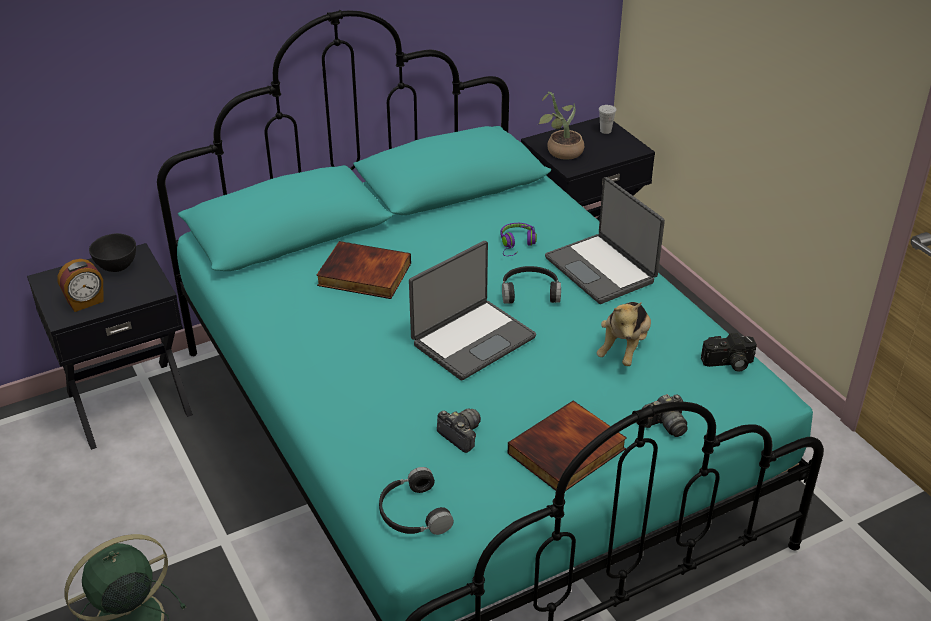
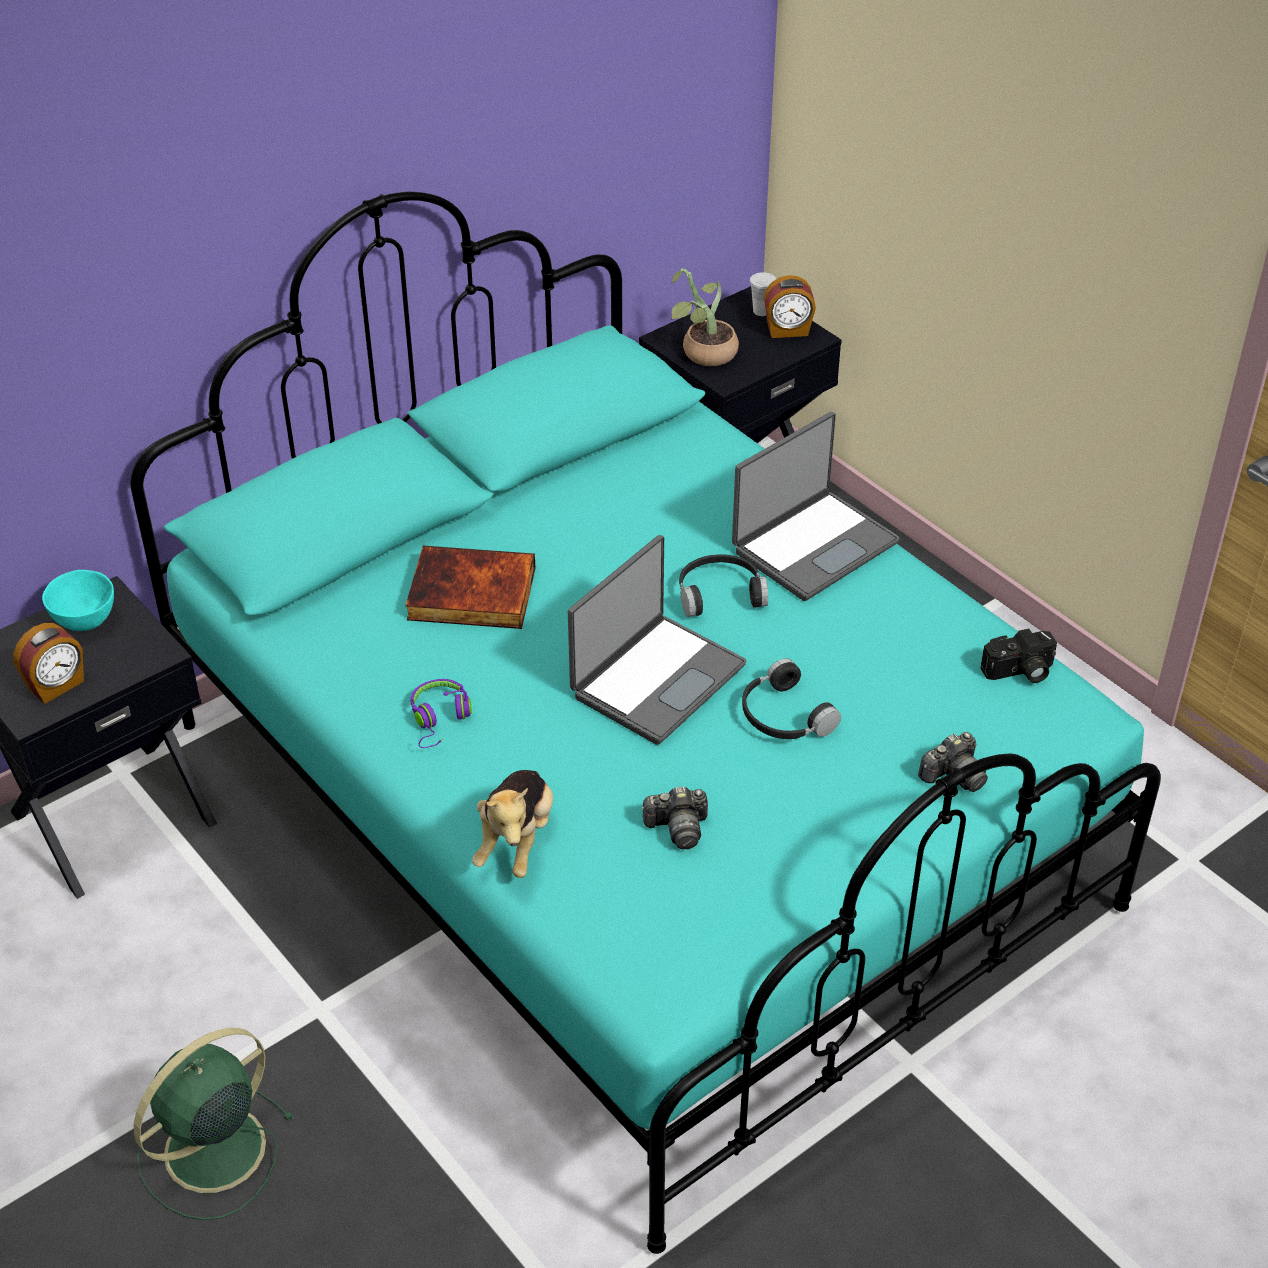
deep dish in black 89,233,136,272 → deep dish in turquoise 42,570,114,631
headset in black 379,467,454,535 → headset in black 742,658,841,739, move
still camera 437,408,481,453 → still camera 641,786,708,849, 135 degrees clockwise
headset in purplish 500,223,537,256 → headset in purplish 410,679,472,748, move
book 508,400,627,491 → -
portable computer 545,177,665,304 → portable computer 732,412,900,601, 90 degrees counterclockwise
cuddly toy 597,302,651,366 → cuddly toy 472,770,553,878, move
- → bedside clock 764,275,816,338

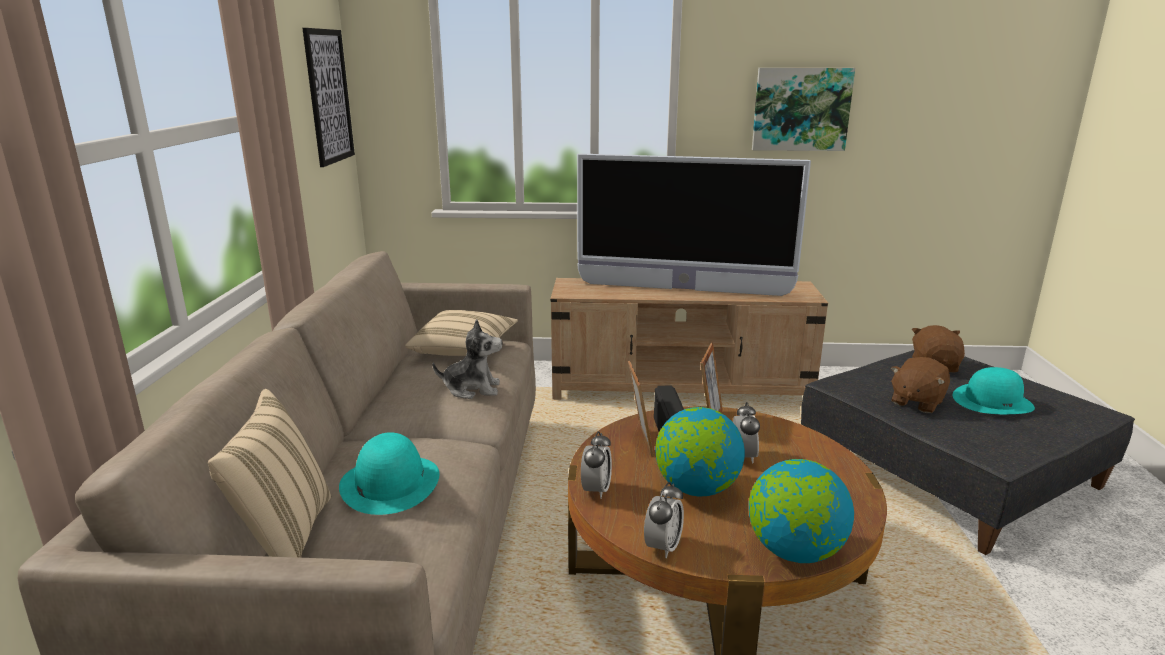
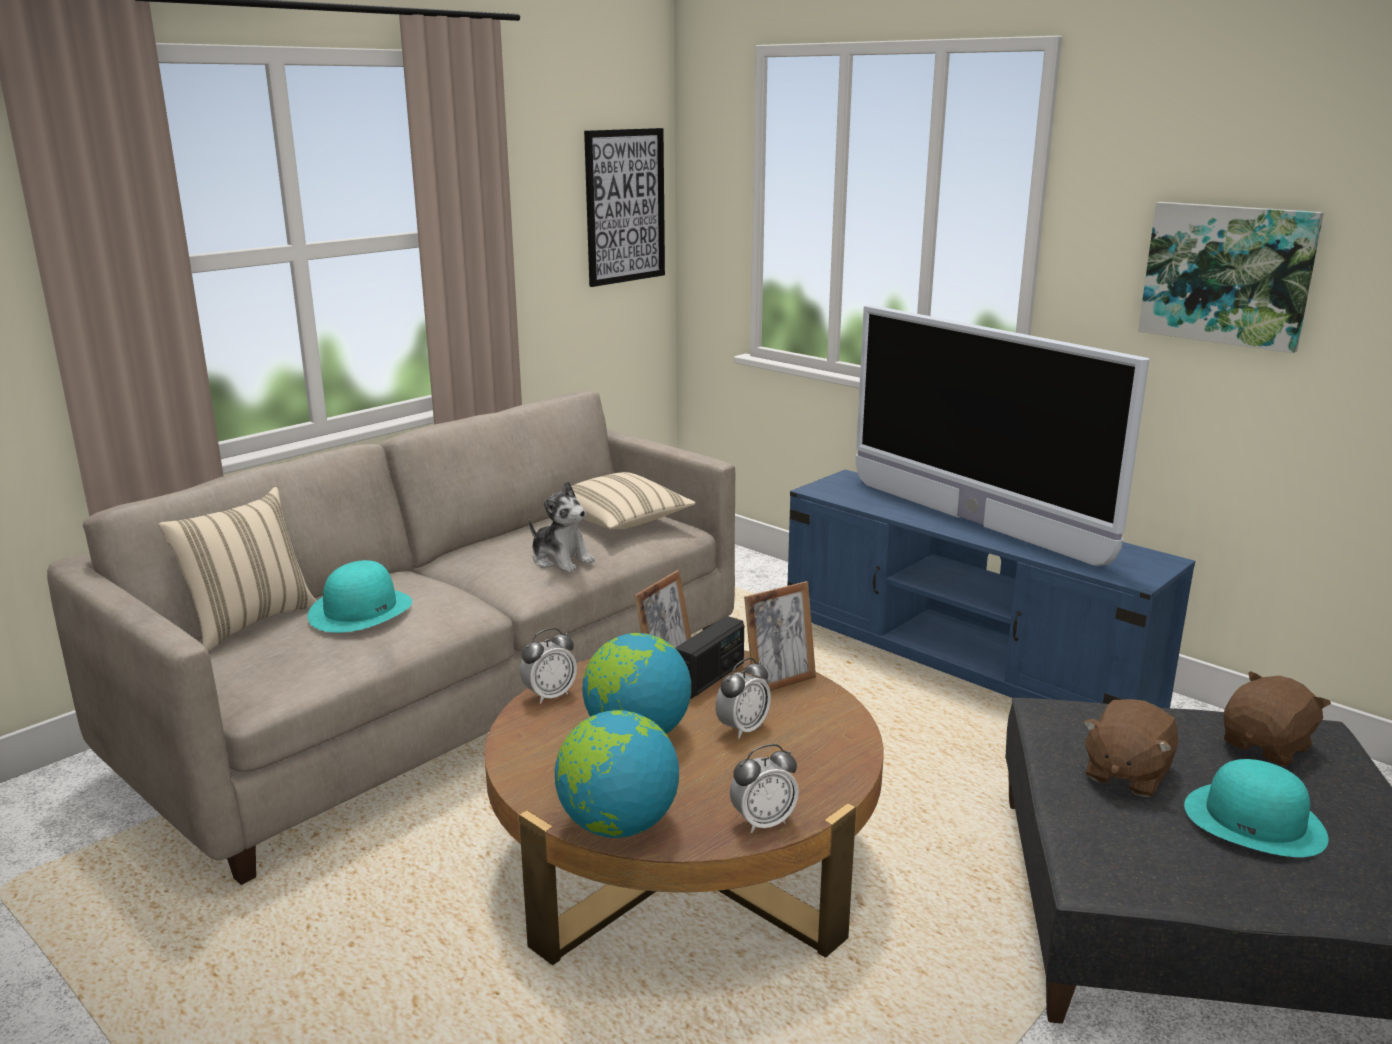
media console in beige 550,278,828,400 → media console in bluish 787,469,1195,708
bedside clock 644,482,684,558 → bedside clock 730,744,799,833, move
cuddly toy in brown-coloured 891,357,950,413 → cuddly toy in brown-coloured 1083,699,1178,797, 45 degrees counterclockwise

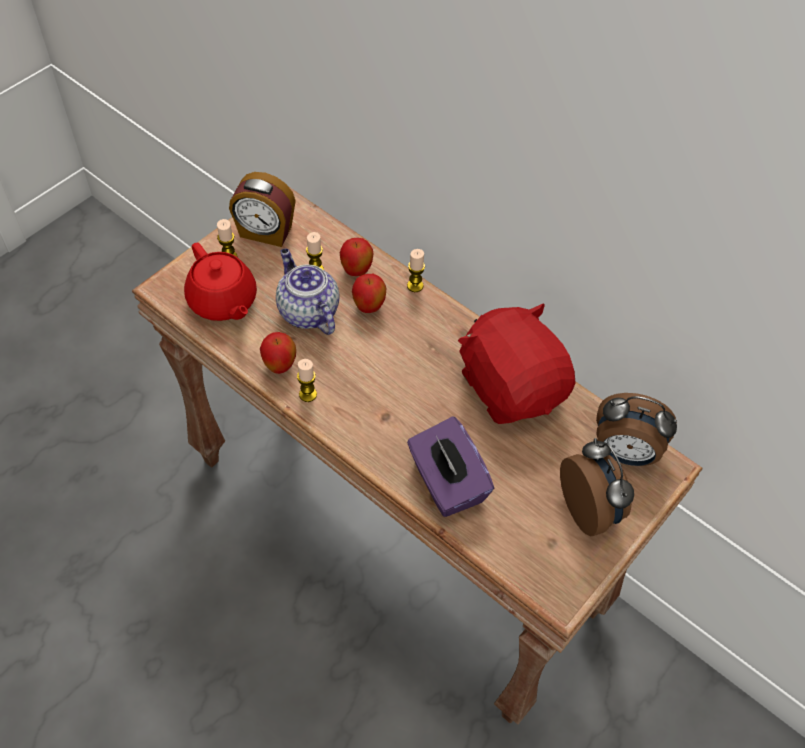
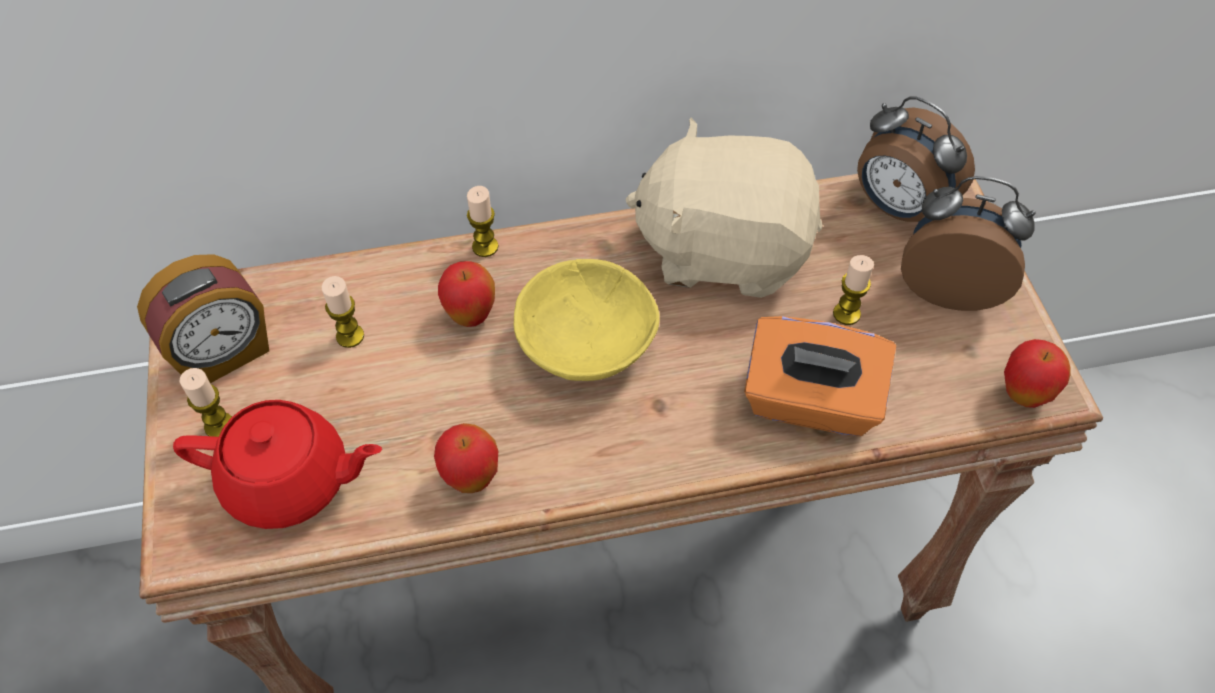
teapot 276,249,340,335 → -
wax candle 297,359,317,402 → wax candle 833,255,874,325, move
whole apple 340,238,373,276 → whole apple 1004,339,1070,408, move
tissue box in purplish 407,416,494,517 → tissue box in orangey 744,316,896,436
cuddly toy in red 458,303,575,424 → cuddly toy in beige 625,117,822,298
bedside clock 596,393,677,466 → bedside clock 857,96,975,222, 75 degrees clockwise
- → deep dish in yellow 514,259,660,381

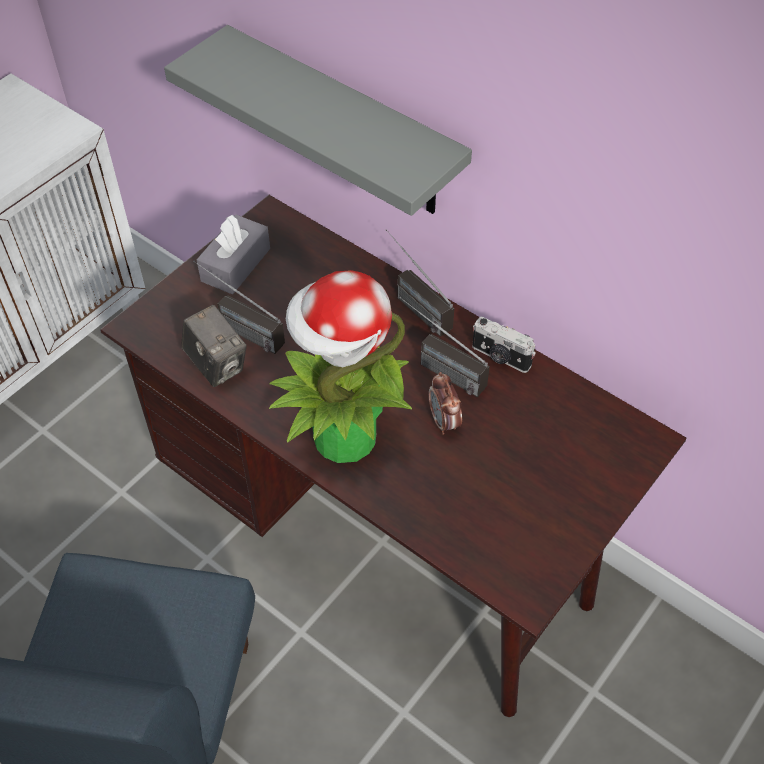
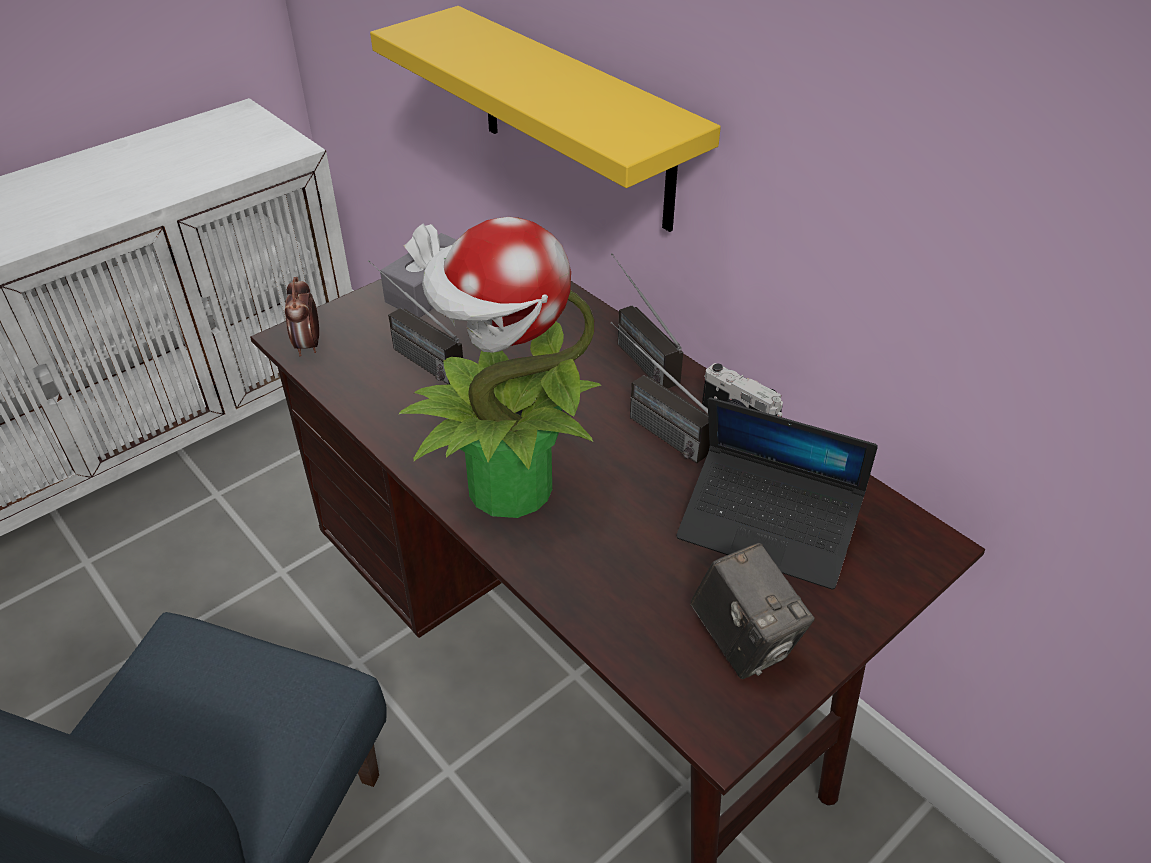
wall shelf in greyish 164,25,472,216 → wall shelf in yellow 370,6,721,232
still camera 181,305,247,387 → still camera 691,543,815,679, move
bedside clock 428,372,462,435 → bedside clock 285,277,319,356, move
- → portable computer 677,397,878,589

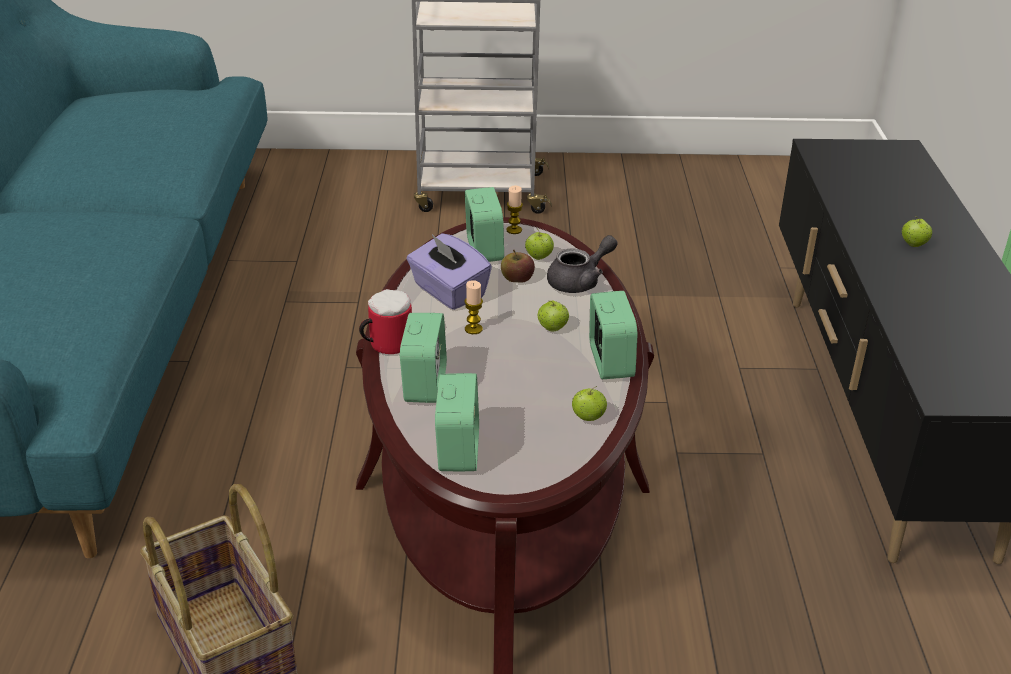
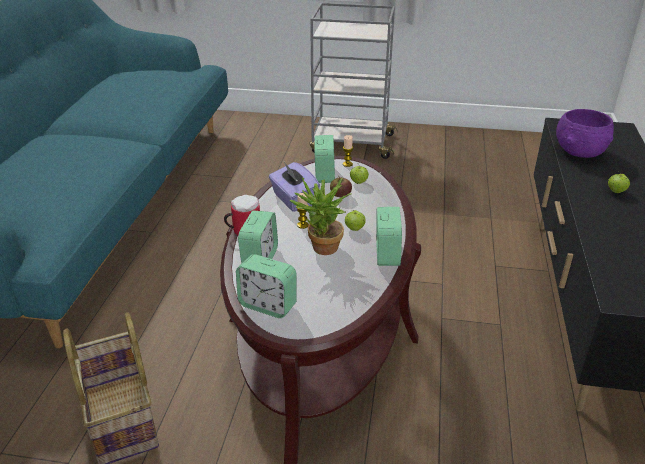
bedside clock 435,373,479,472 → bedside clock 236,254,297,318, 105 degrees clockwise
teapot in greyish 547,235,617,293 → -
whole apple 572,386,607,421 → -
- → houseplant 290,177,351,255
- → deep dish in purplish 556,109,614,158

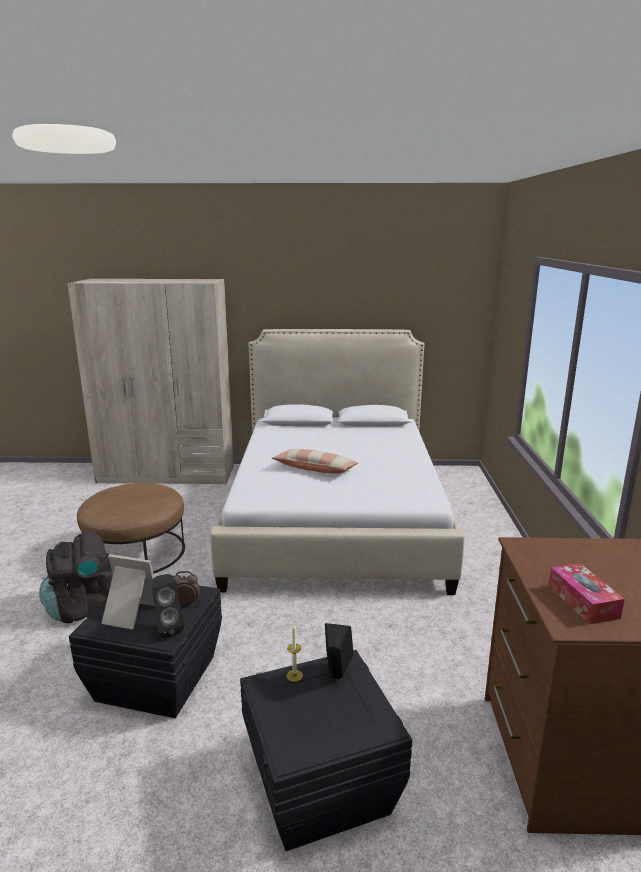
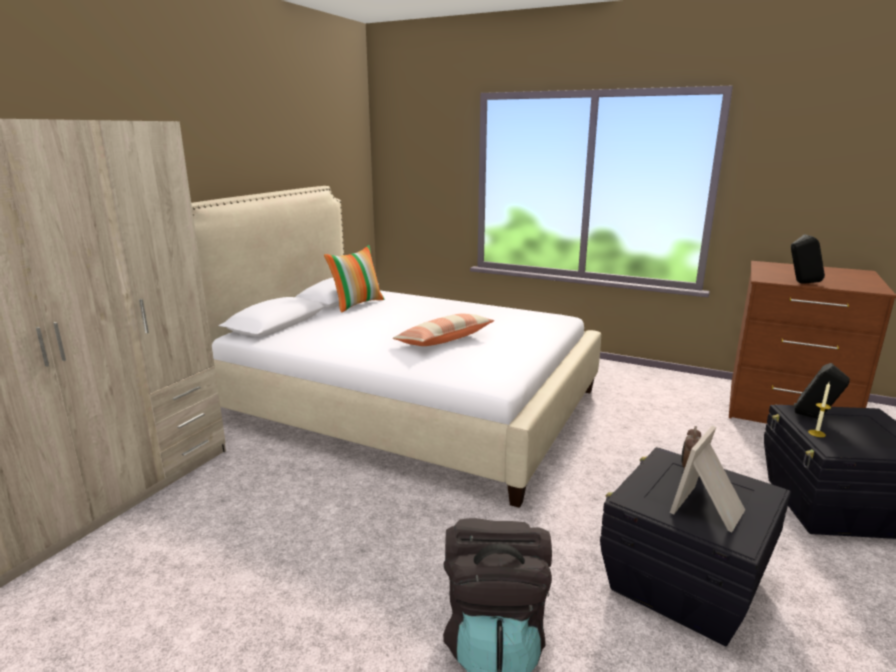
pouffe in brown-coloured 77,483,185,574 → -
speaker in black 151,574,184,638 → speaker in black 791,234,825,284, move
tissue box 549,563,625,625 → -
- → throw pillow 324,245,385,313

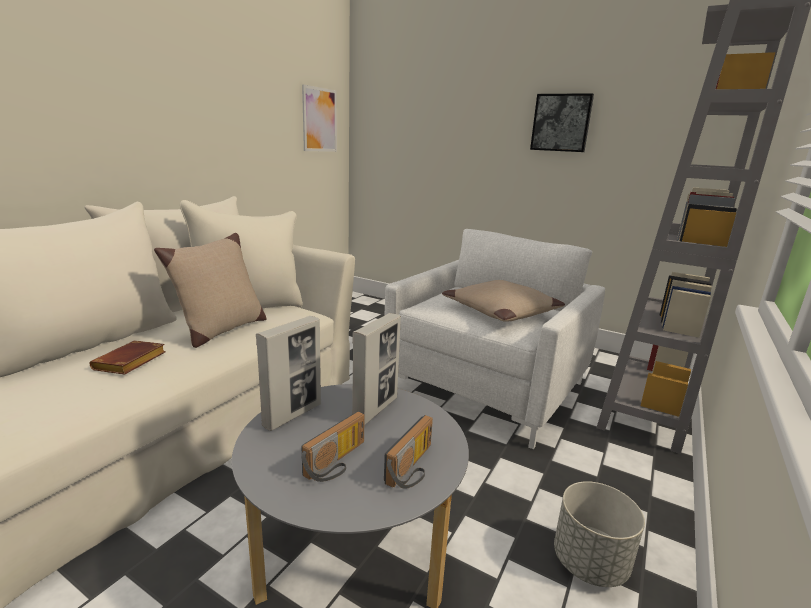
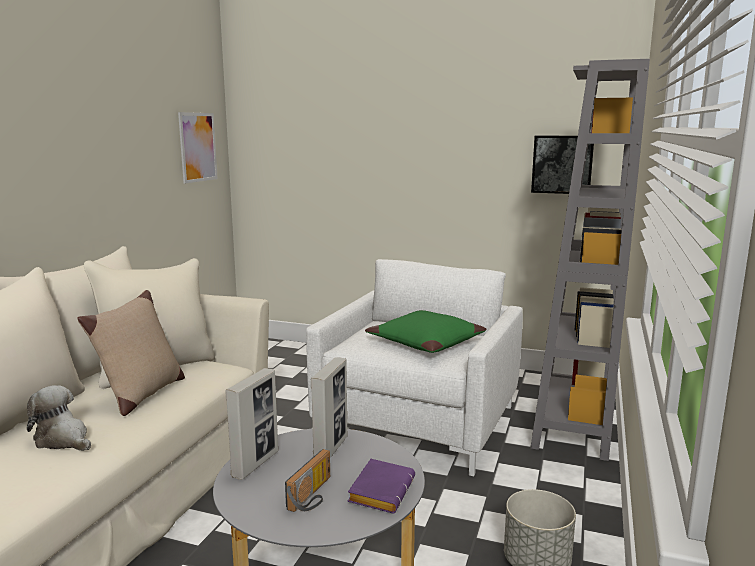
book in brown-coloured 90,340,166,375 → cuddly toy 27,385,91,451
radio set 384,415,433,489 → book in purplish 347,459,415,513
throw pillow in beige 442,280,565,321 → throw pillow in green 365,310,486,353
picture 530,93,594,152 → picture 531,136,594,194, move

